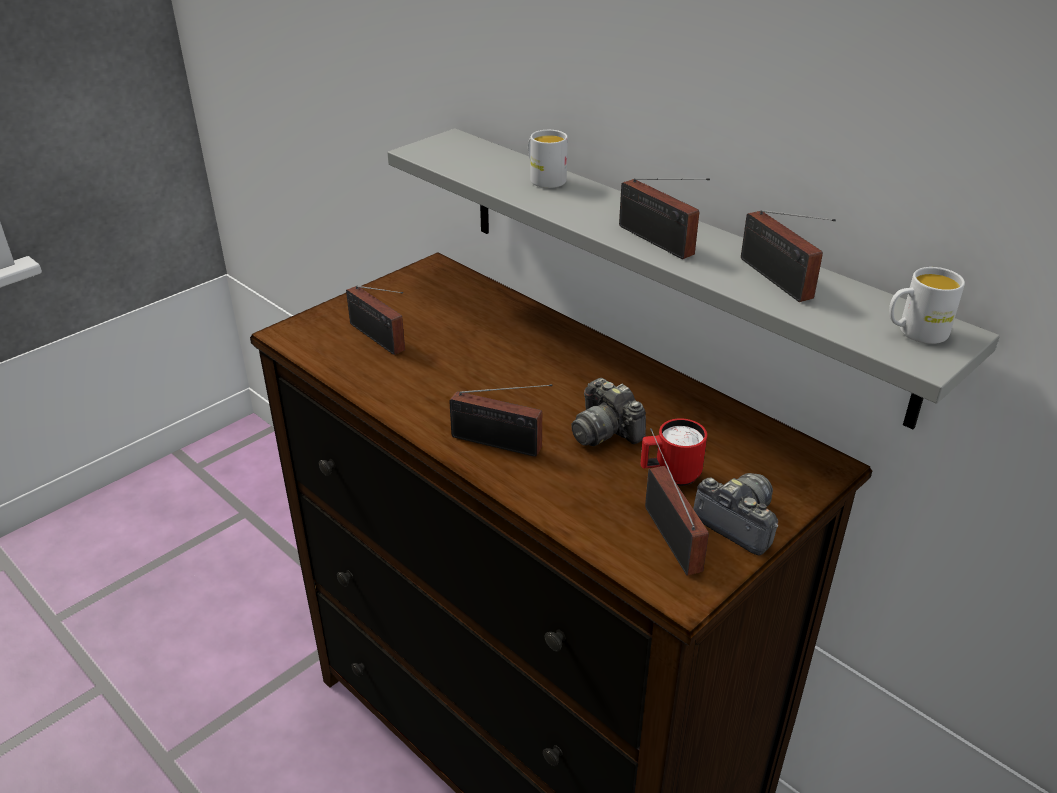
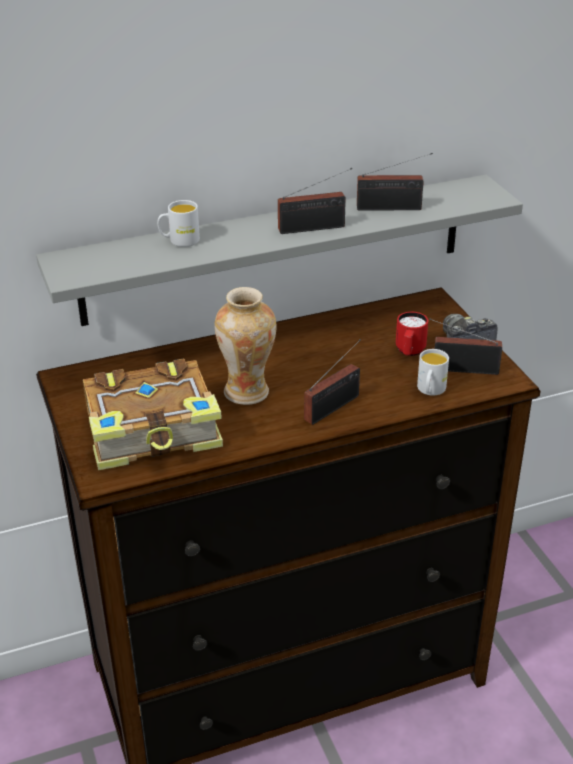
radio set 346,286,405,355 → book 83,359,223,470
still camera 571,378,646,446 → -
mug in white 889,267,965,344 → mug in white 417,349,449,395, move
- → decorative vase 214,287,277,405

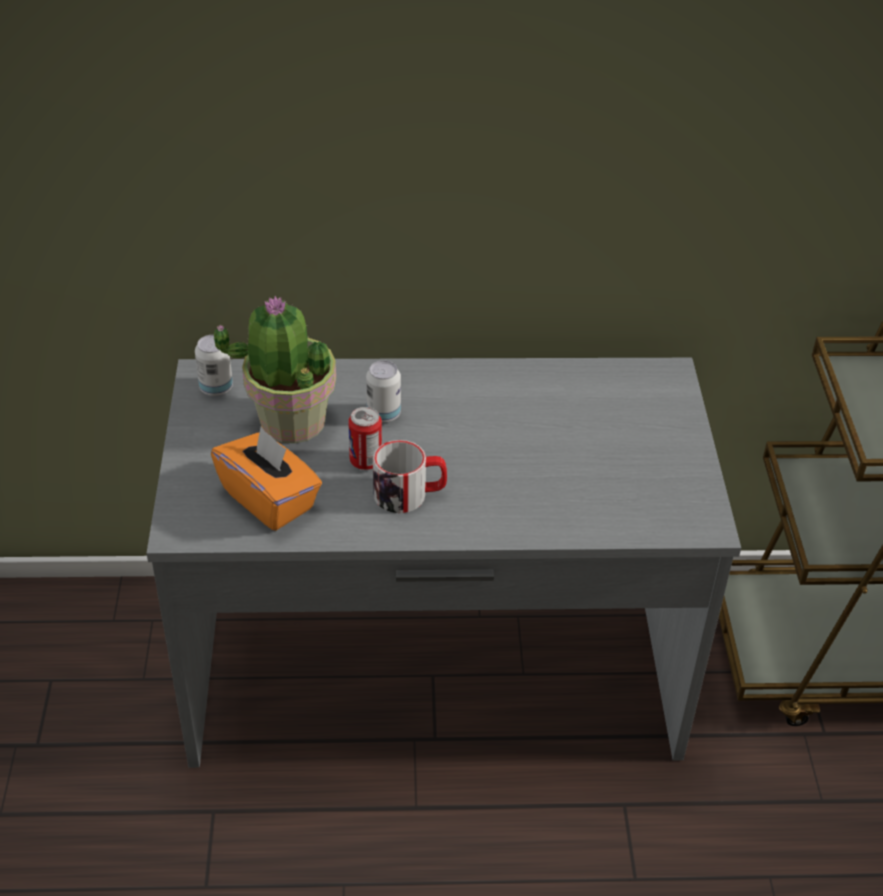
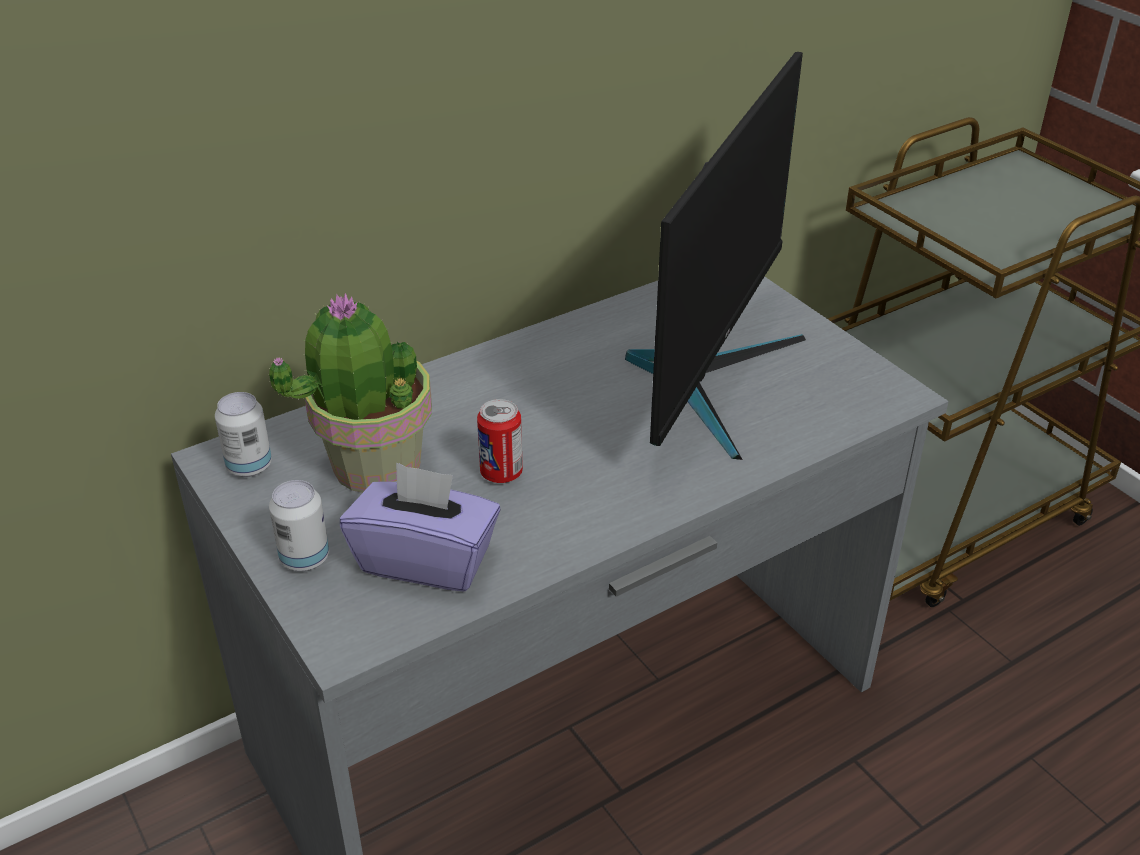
tissue box in orangey 211,427,322,531 → tissue box in purplish 340,462,501,592
sealed can 366,360,401,422 → sealed can 269,480,329,571, move
mug 373,440,447,513 → -
- → monitor 625,52,806,460

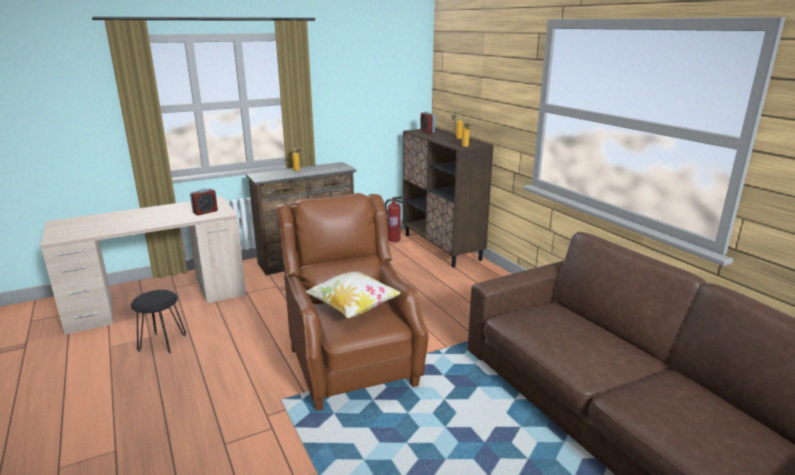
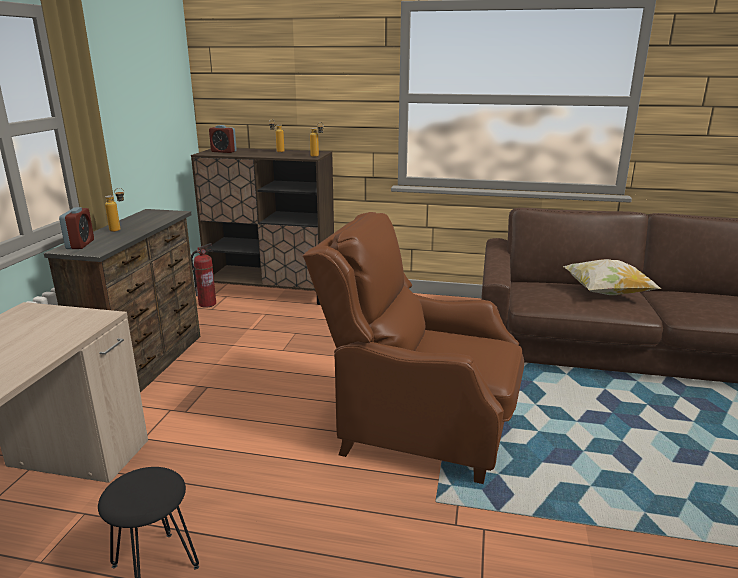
bedside clock 190,188,218,216 → bedside clock 59,207,94,249, move
throw pillow 305,272,400,318 → throw pillow 562,259,661,295, move

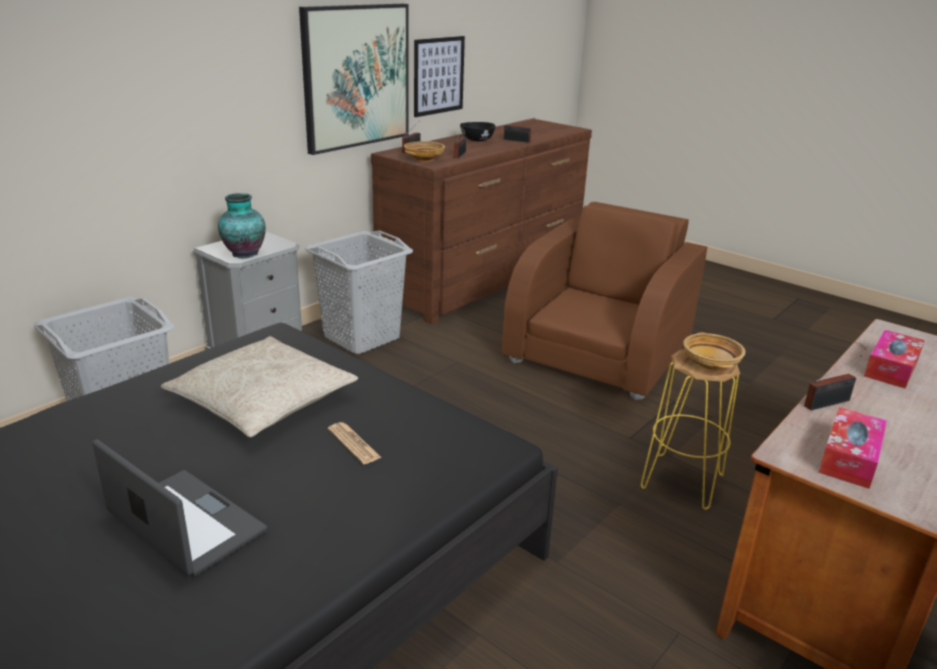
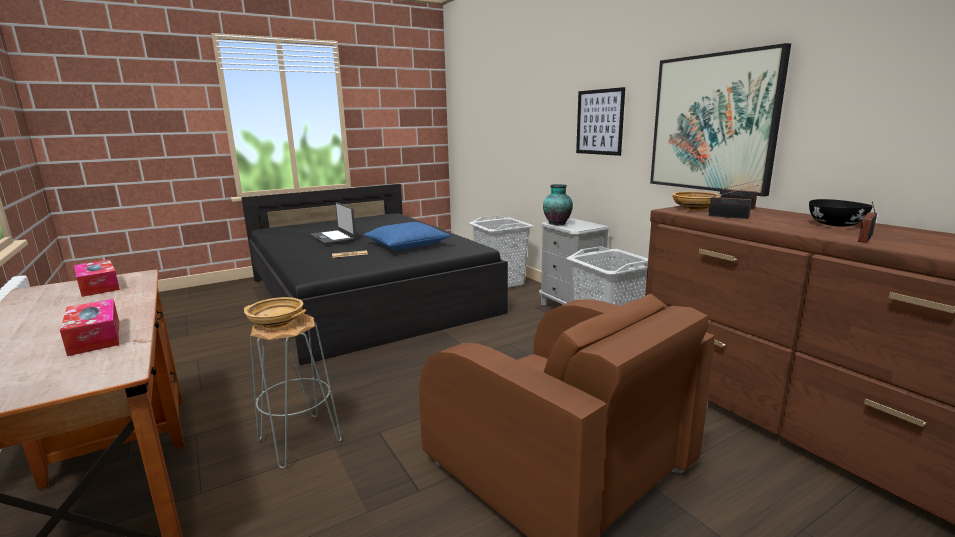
portable computer 92,439,267,576 → portable computer 310,202,356,244, 90 degrees clockwise
throw pillow in beige 161,336,358,437 → throw pillow in bluish 364,222,451,250
picture 414,36,465,117 → picture 576,87,625,156, move
sitting stool in yellow 641,349,740,510 → sitting stool in greyish 250,313,342,469
radio set 804,355,862,410 → -

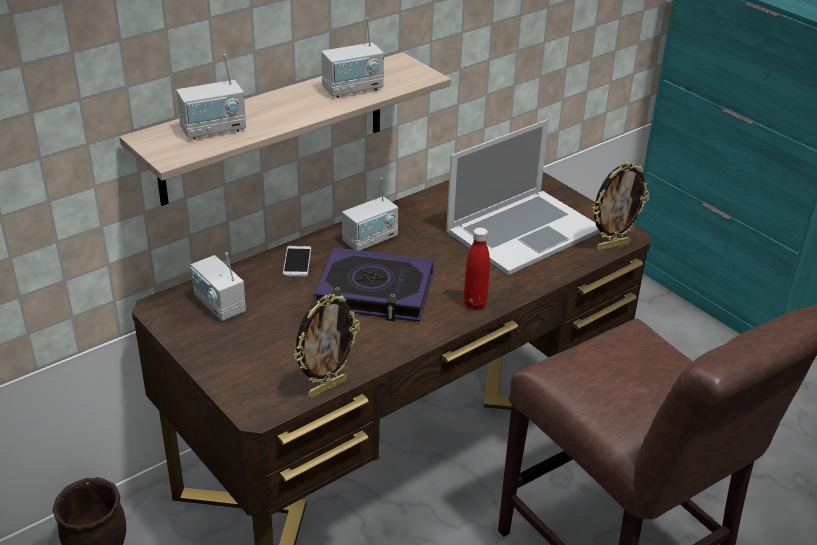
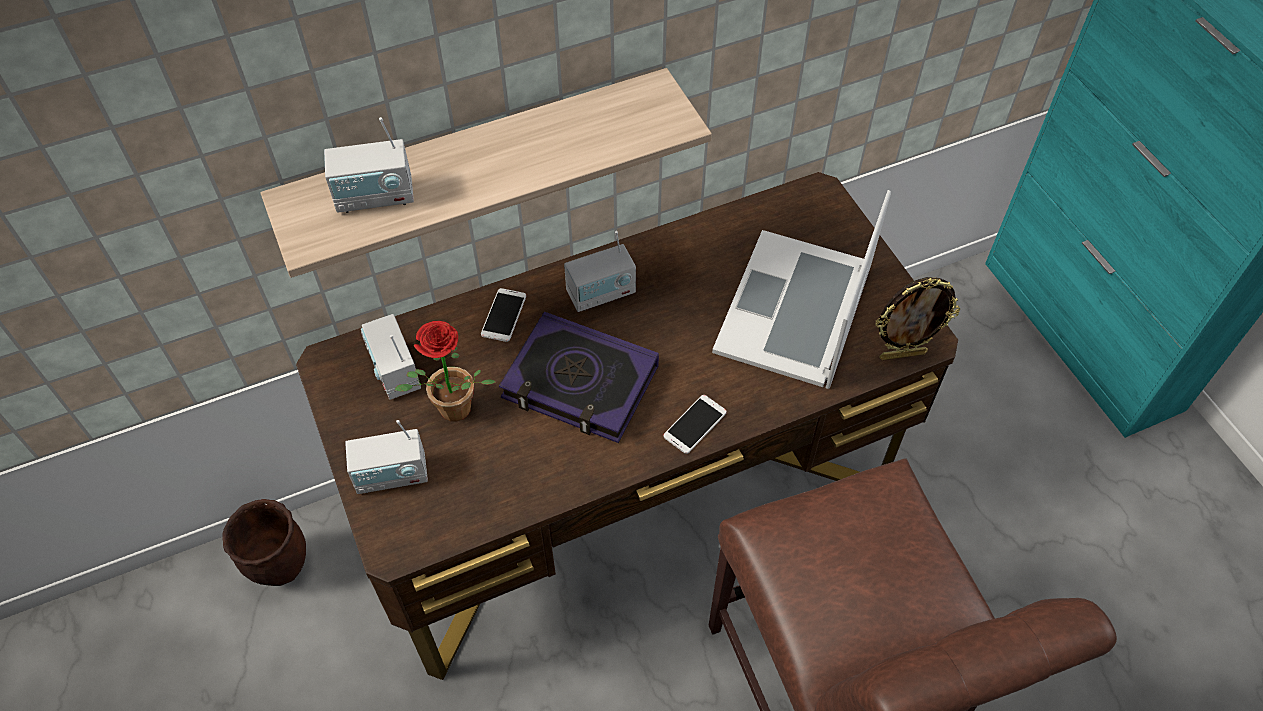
picture frame 294,294,360,398 → -
radio set 321,17,384,98 → radio set 345,420,428,494, move
portable computer 446,119,600,275 → portable computer 712,190,891,389, 135 degrees clockwise
drink bottle in red 464,227,490,310 → telephone 663,395,727,454
- → houseplant 395,321,496,422

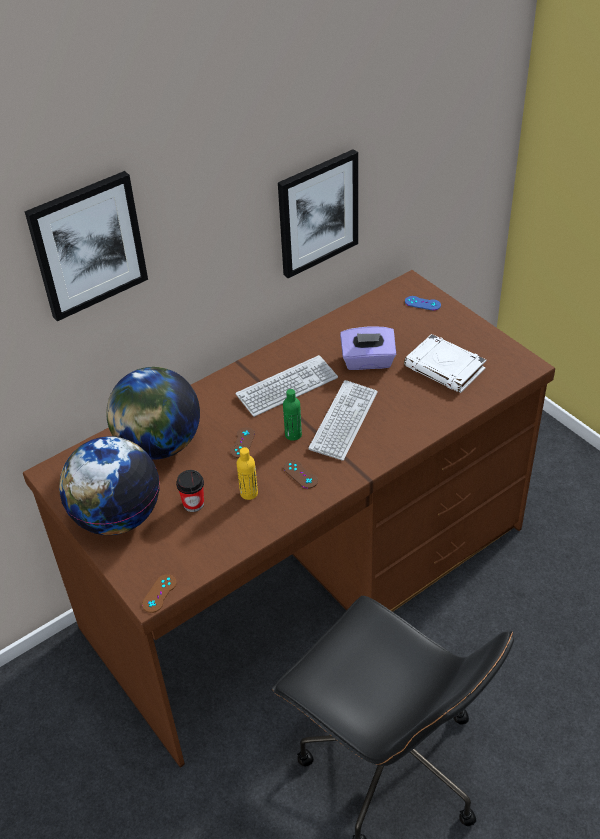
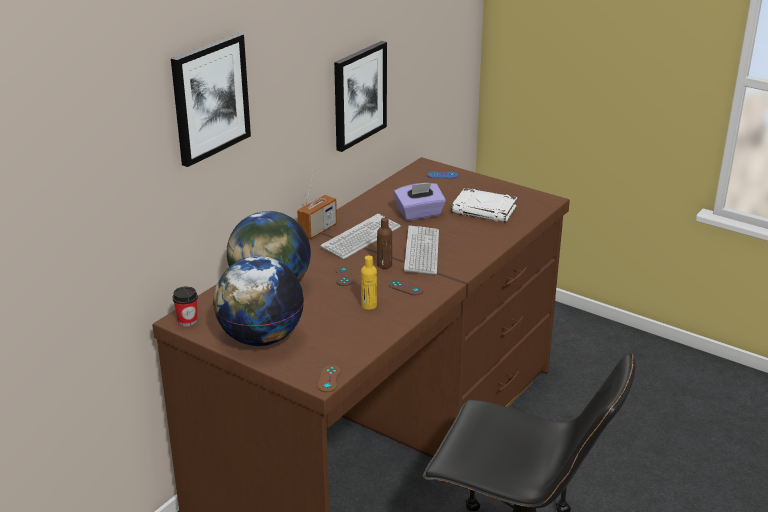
small cup 176,470,204,512 → small cup 173,286,198,326, move
drink bottle in green 283,389,302,441 → drink bottle in brown-coloured 377,217,392,269
- → radio set 297,170,337,239

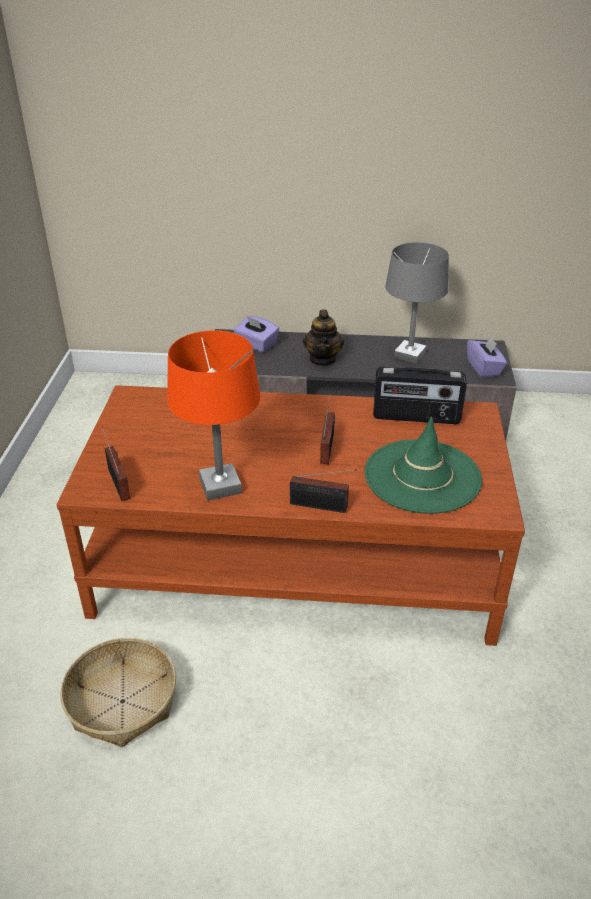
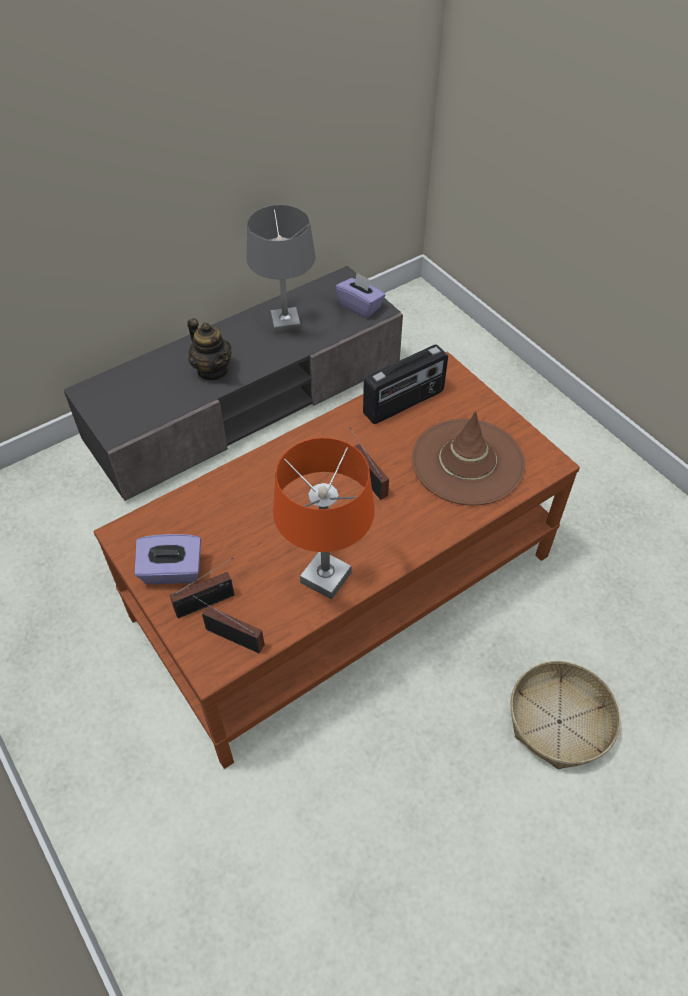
storage basket 61,638,176,747 → storage basket 510,661,621,769, move
tissue box in purplish 233,315,279,353 → tissue box in purplish 135,534,201,584, move
radio set 290,469,356,513 → radio set 170,558,234,618, move
hat in green 365,416,482,514 → hat in brown-coloured 412,411,525,506

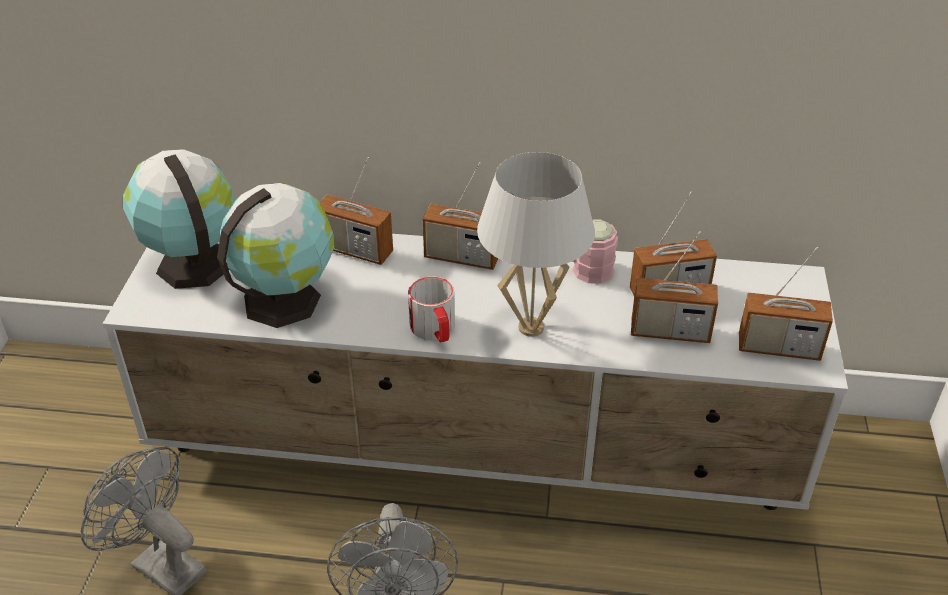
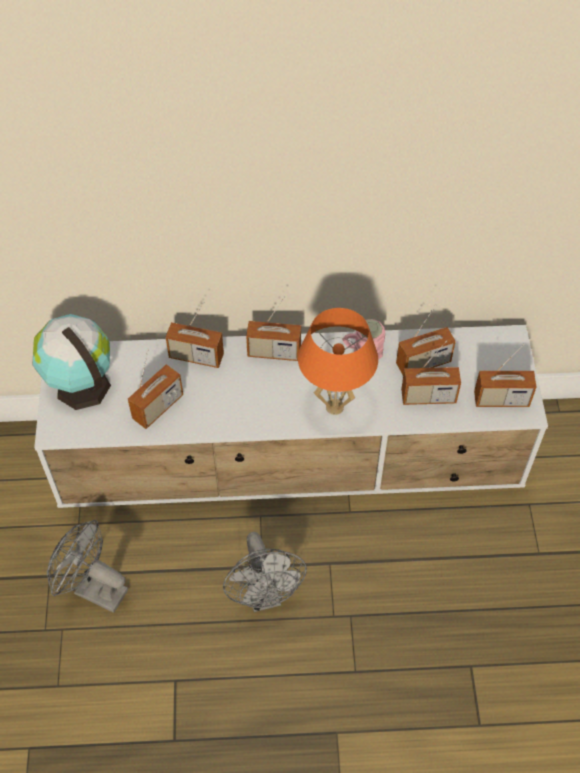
desk globe 217,183,334,328 → radio set 128,349,183,429
mug 408,276,455,342 → -
tabletop lamp in white 477,152,595,337 → tabletop lamp in orangey 298,308,378,415

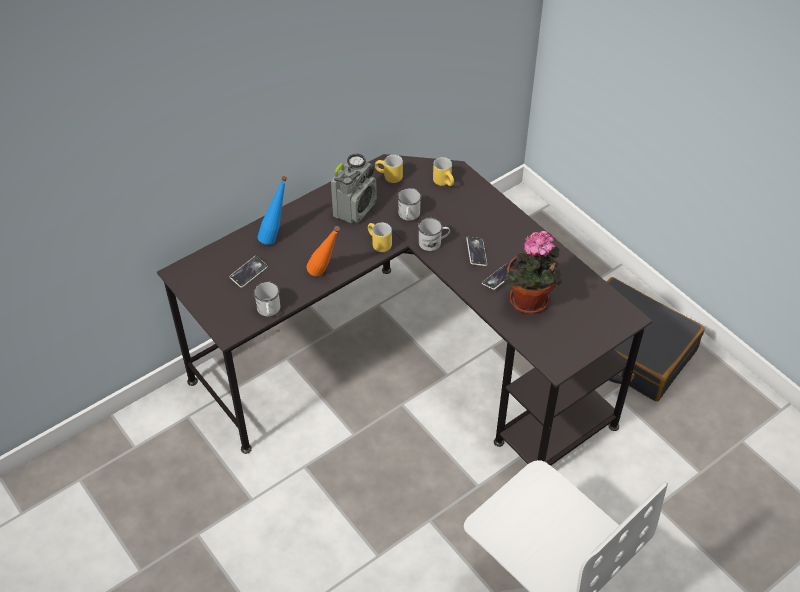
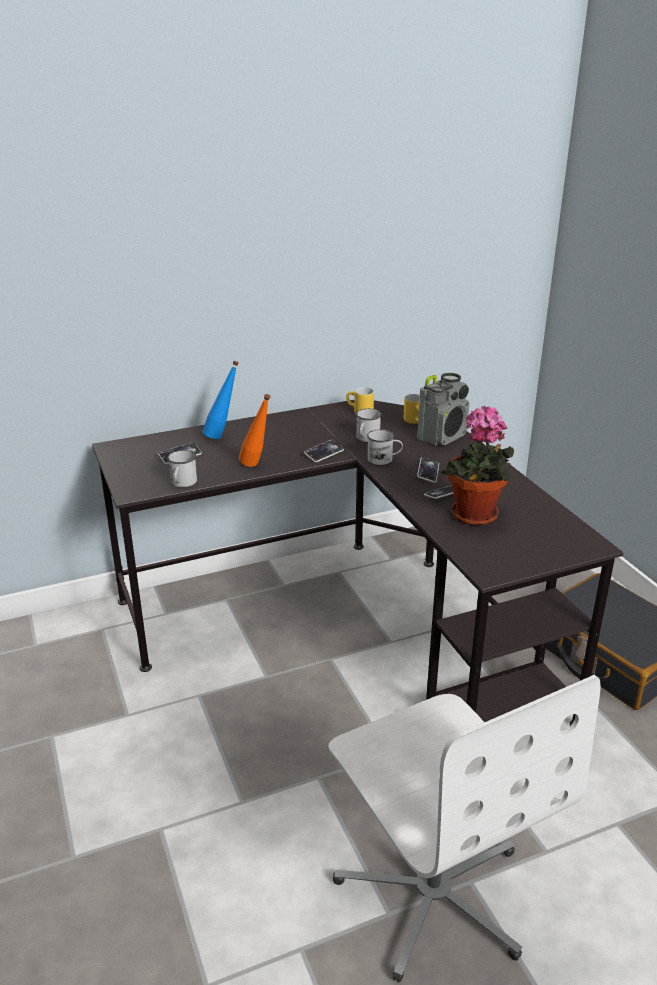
radio set 331,154,377,223 → radio set 417,373,470,446, move
mug in yellow 368,223,392,252 → telephone 304,440,344,462

